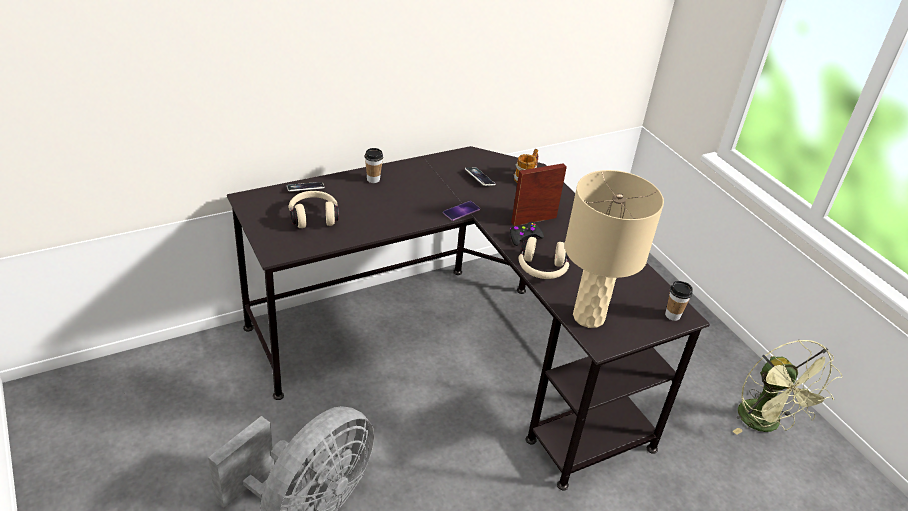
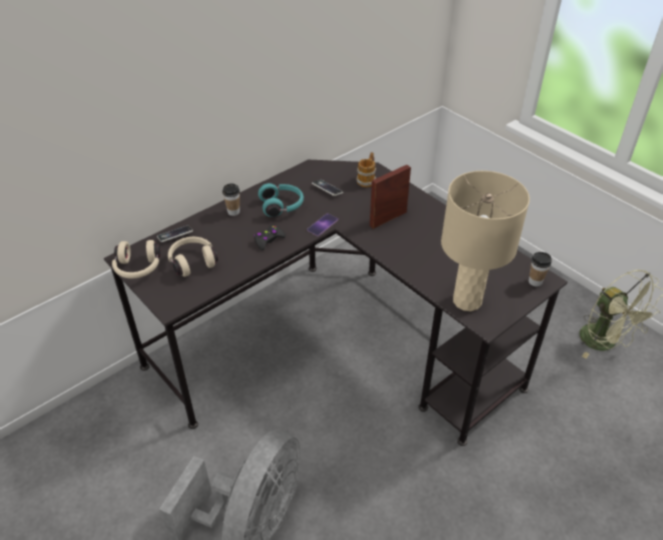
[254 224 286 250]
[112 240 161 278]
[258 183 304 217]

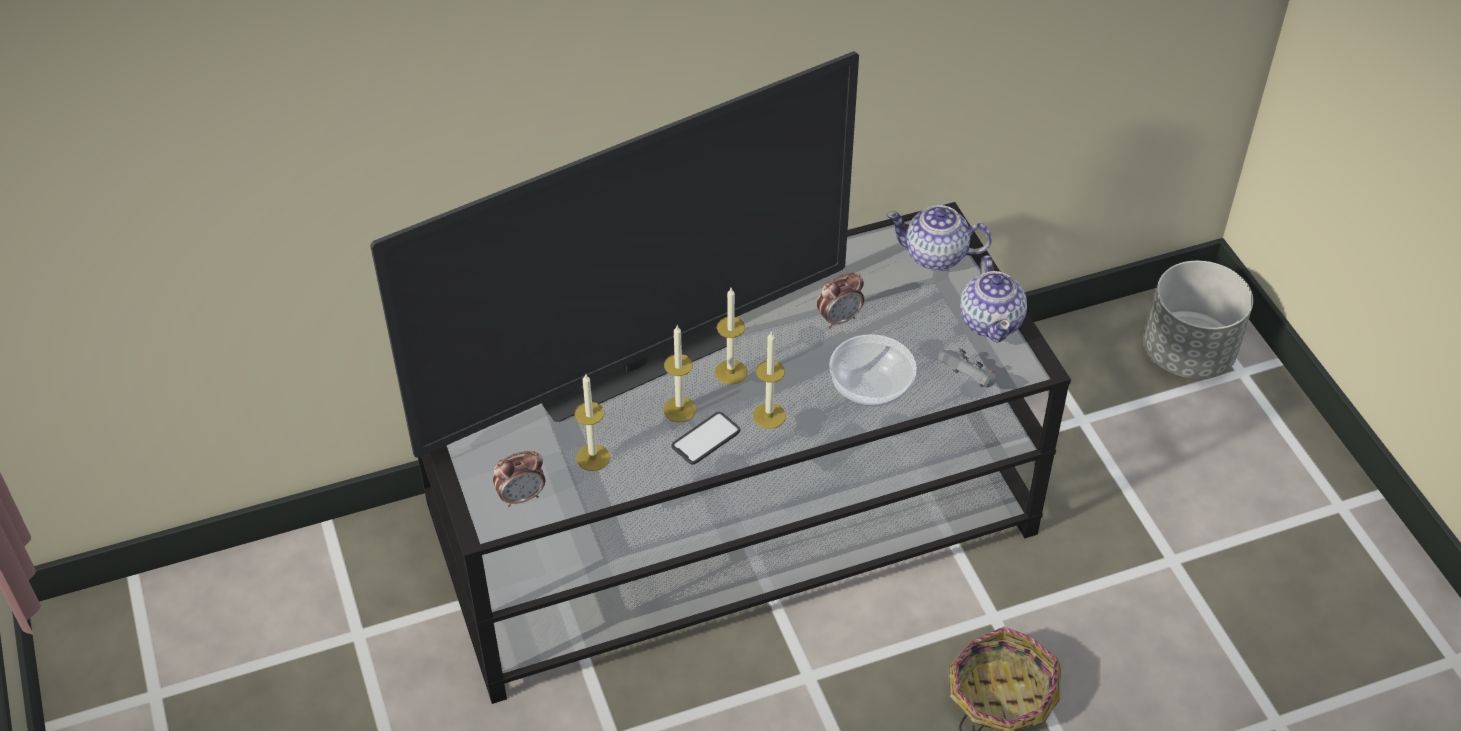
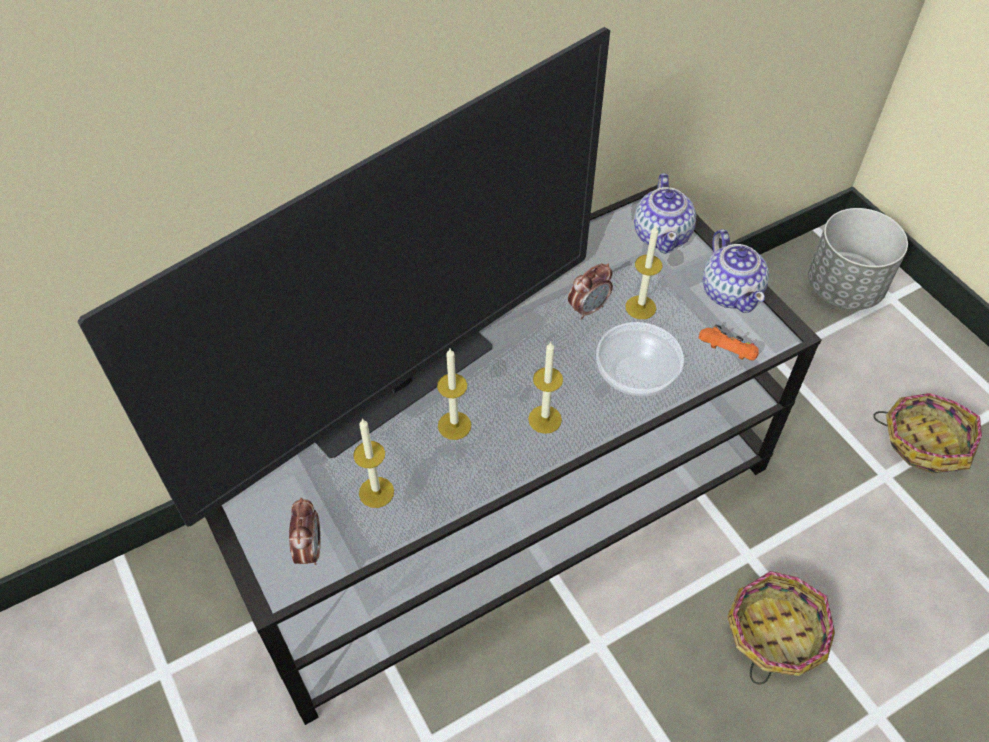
[634 173 696 254]
[625 226 663 319]
[699 325 759 361]
[671 412 741 464] (first image)
[289 498 321 565]
[873 393 982 473]

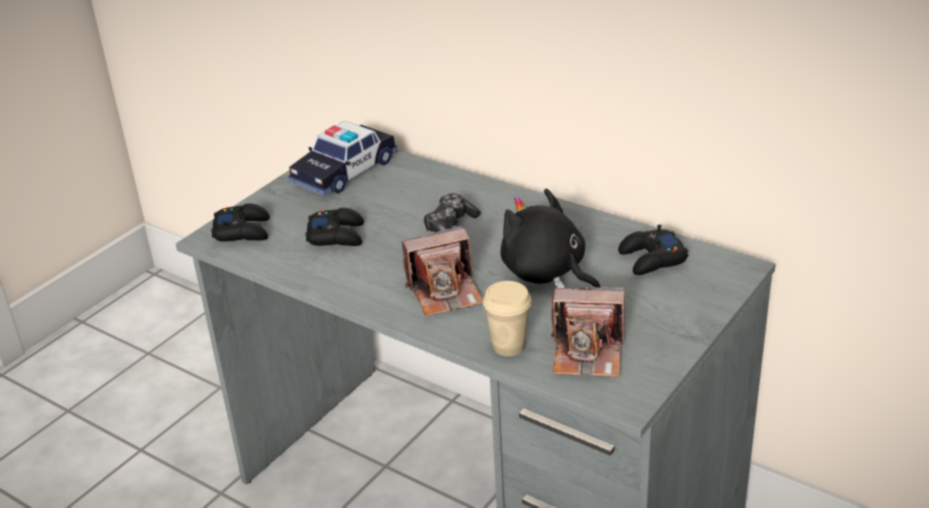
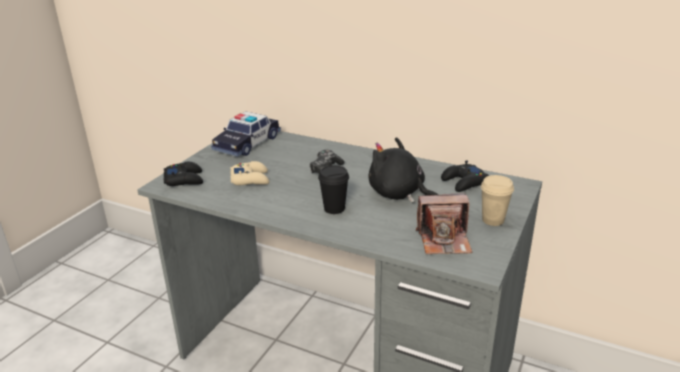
[230 161 269 185]
[318 165 349 214]
[481 175 514 226]

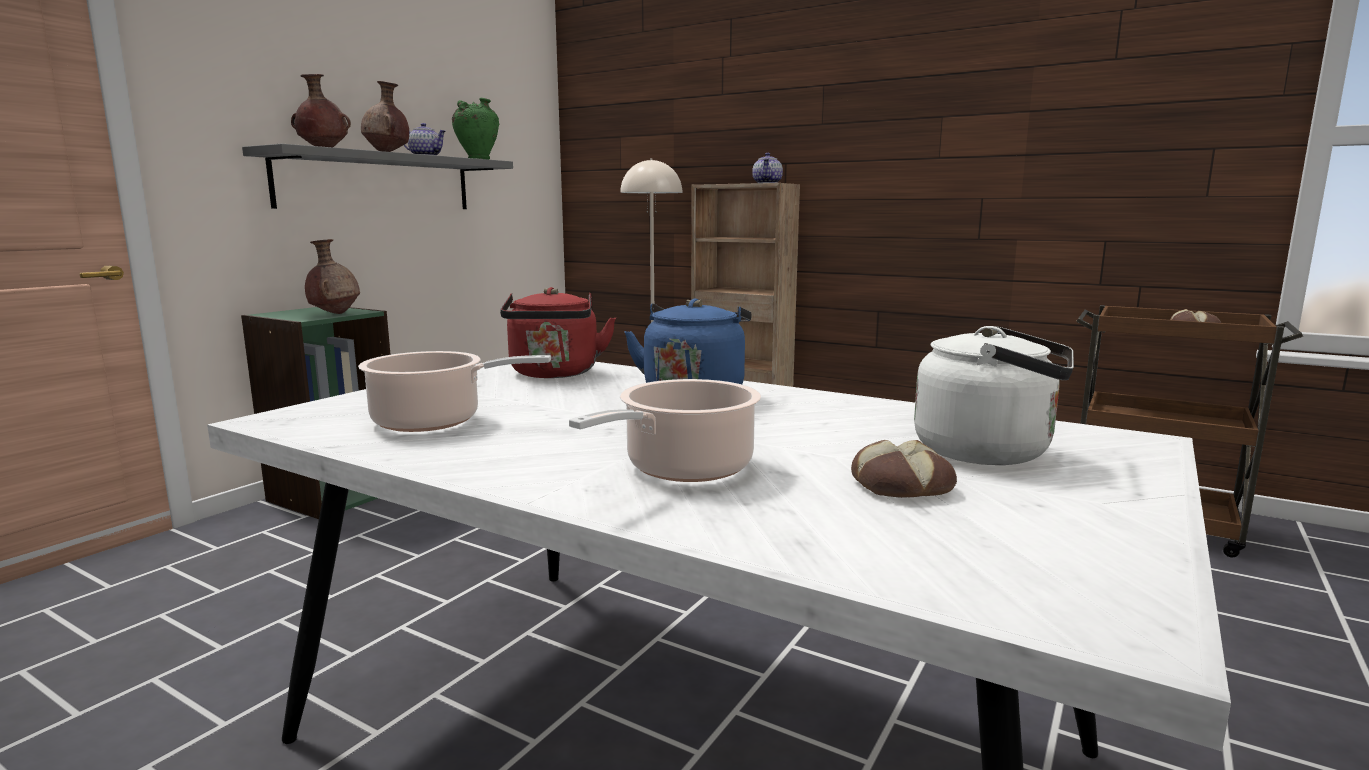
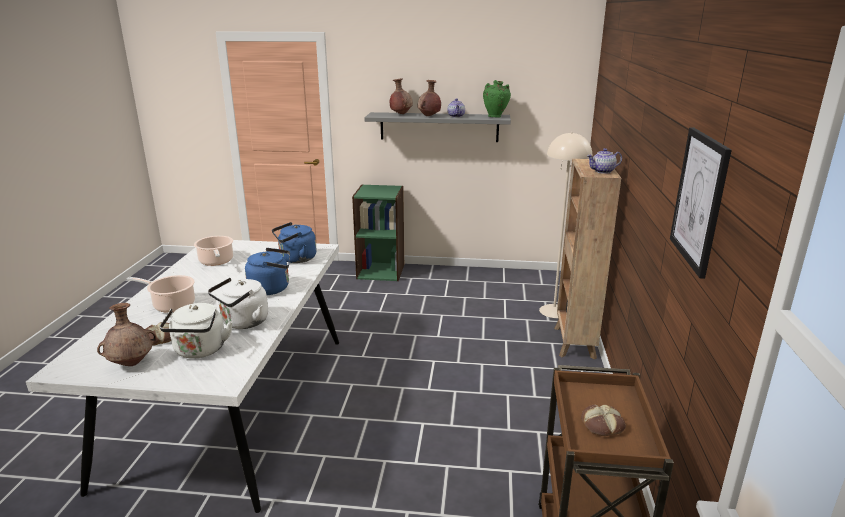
[97 303 156 366]
[272 222 317 263]
[670 127 732 279]
[208 278 268 329]

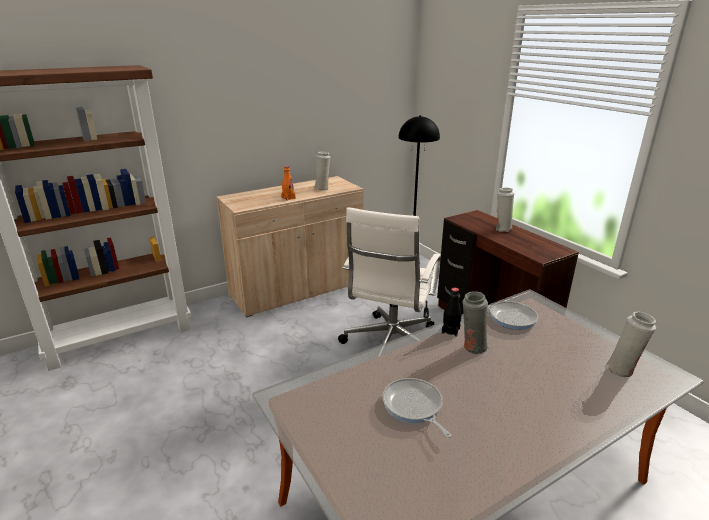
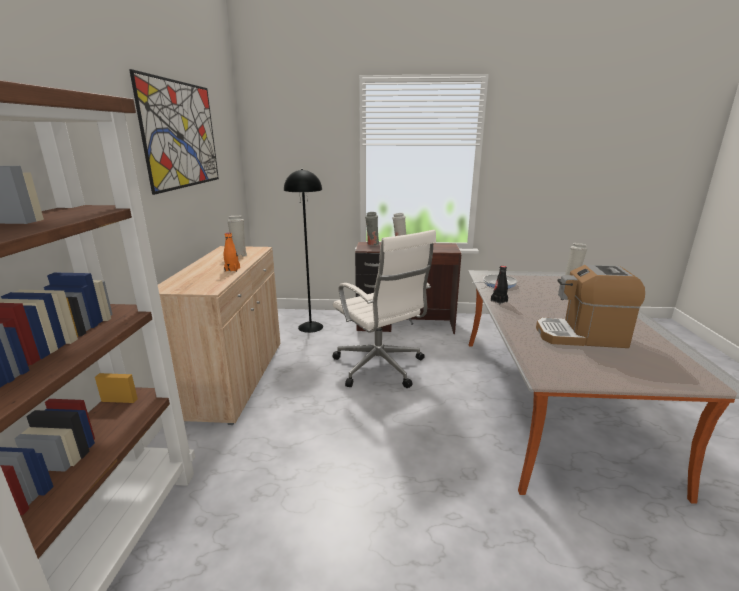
[365 212 380 245]
[536 265 645 348]
[129 69 219 195]

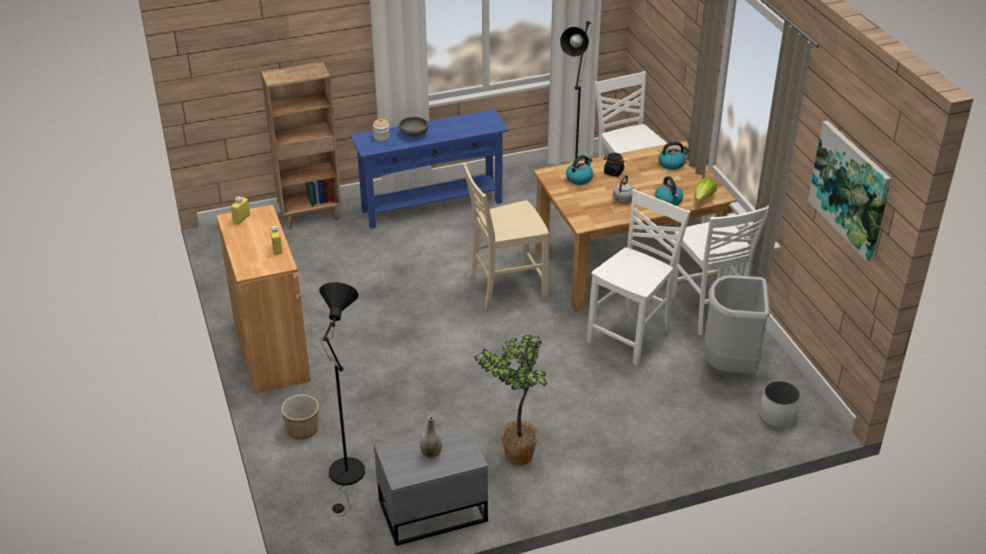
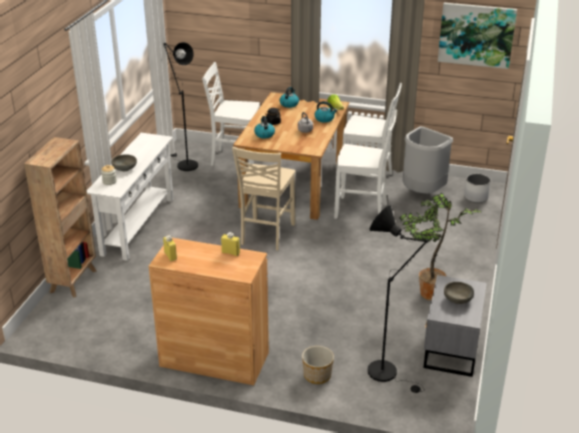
[87 133 174 261]
[334 109 397 219]
[444 282 474 304]

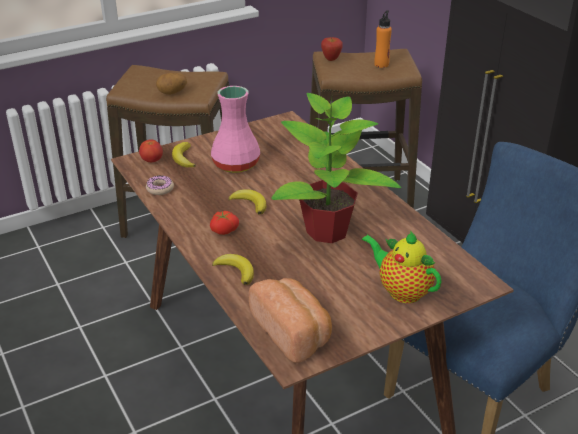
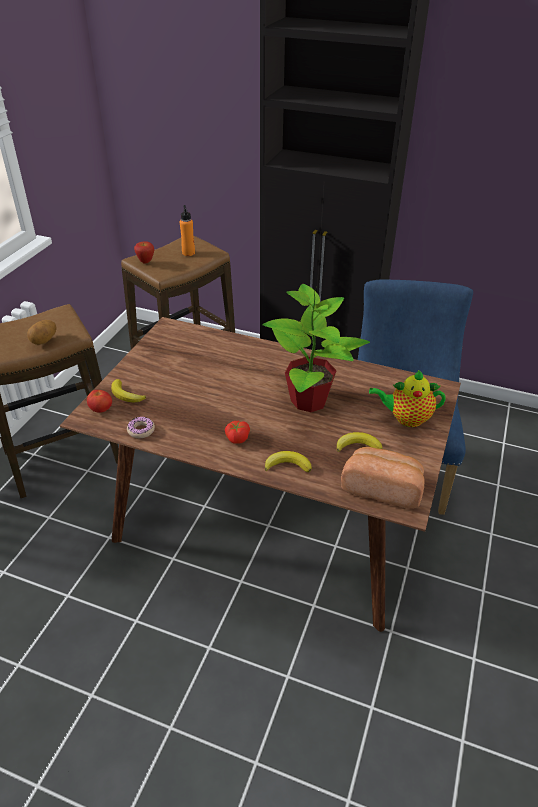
[211 86 260 173] (first image)
[337 432 382 452]

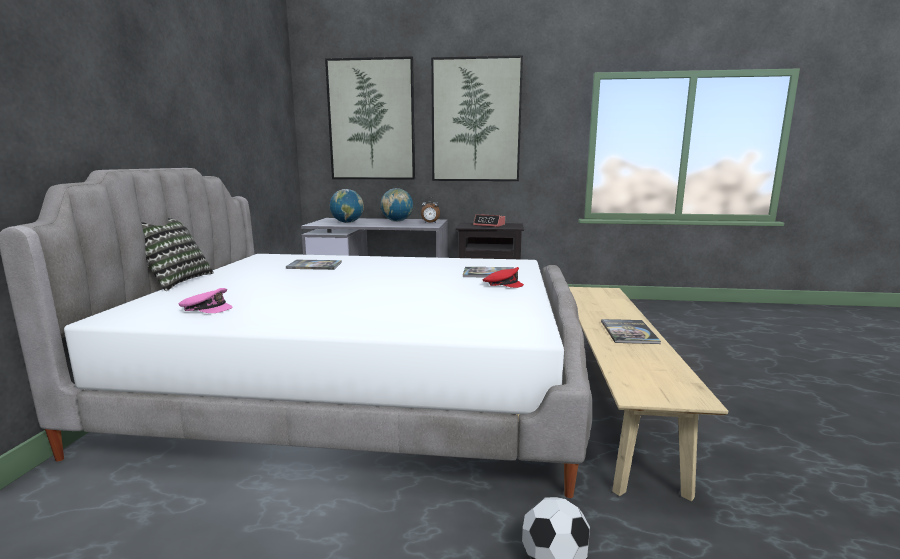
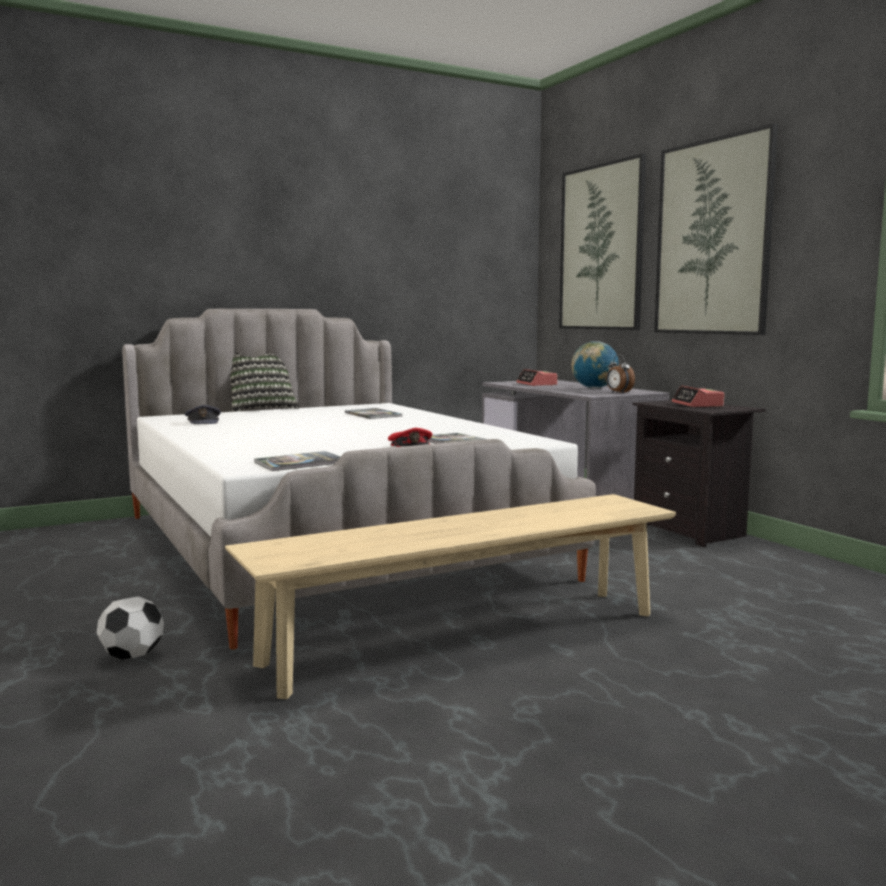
[516 369 557 386]
[185 405 221 424]
[254 451 340 471]

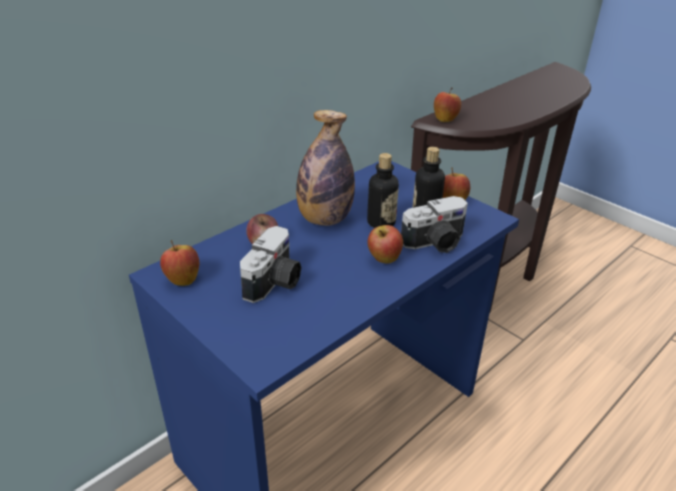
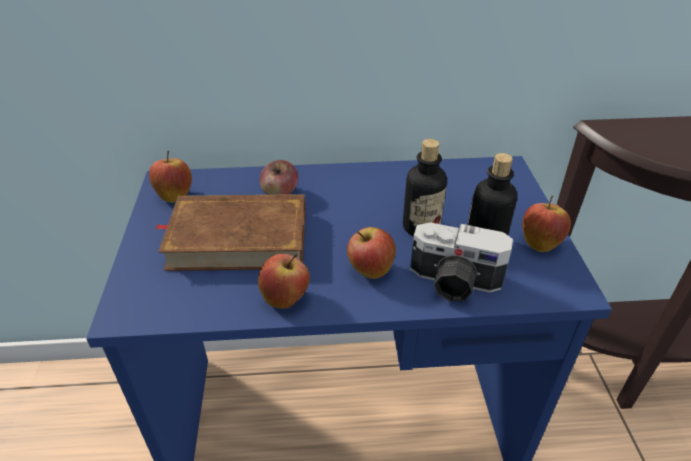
[258 254 310 309]
[296 110 355 226] (first image)
[155 194 306 271]

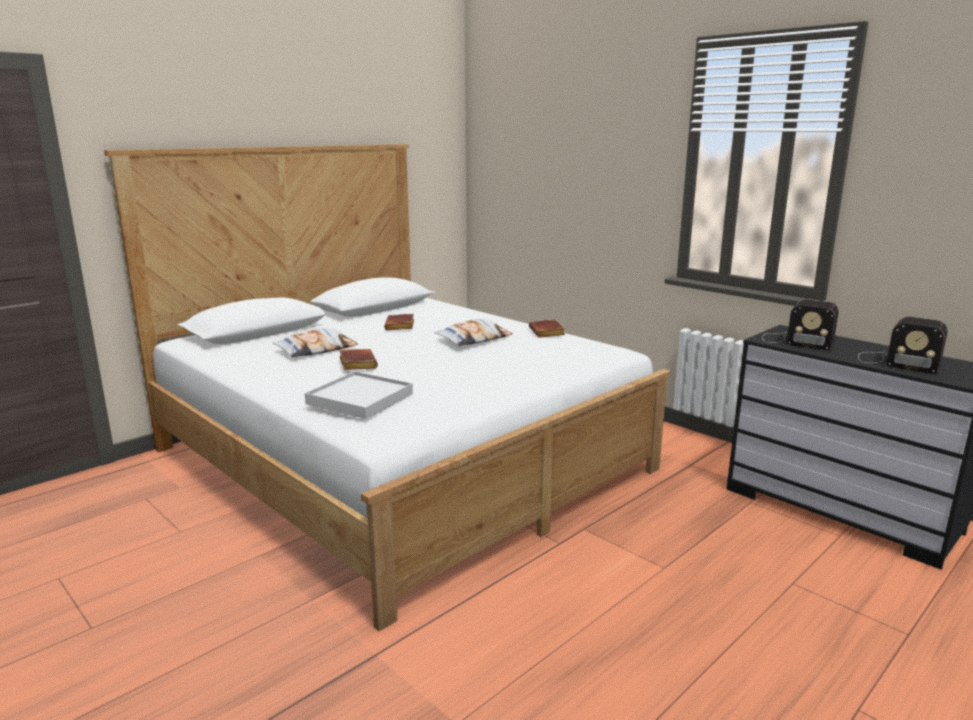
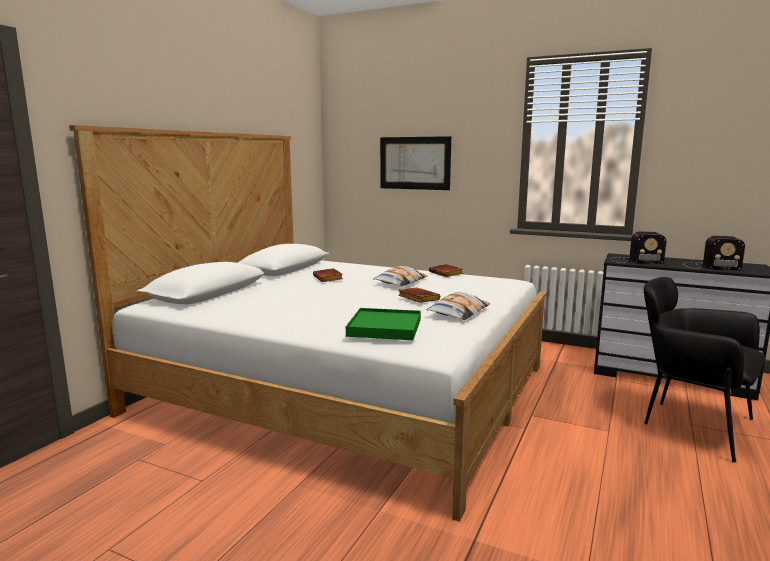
[427 292 490 320]
[398 287 440 303]
[346 308 421 340]
[380 136 451 190]
[644 277 765 463]

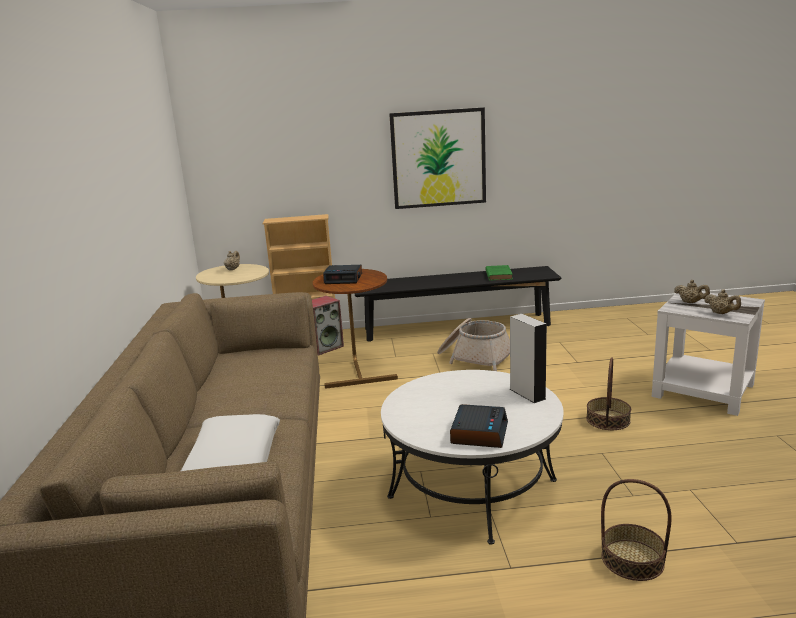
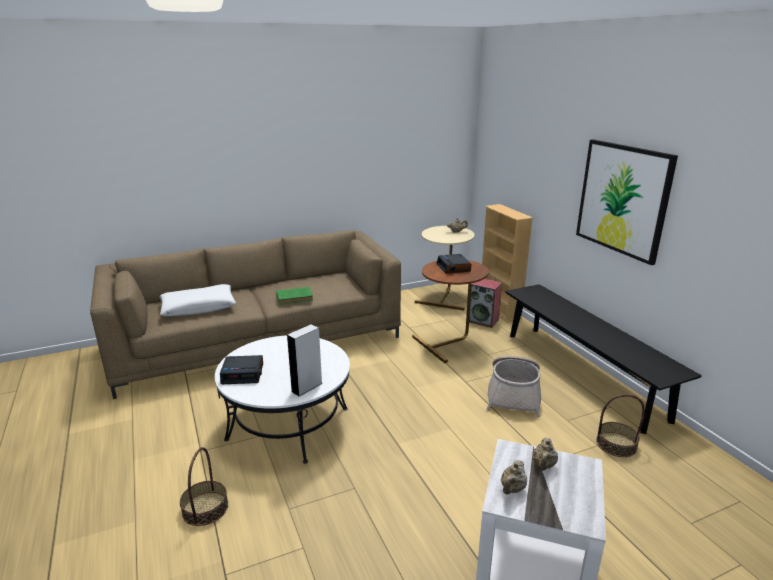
[276 287 313 305]
[596 394 645 457]

